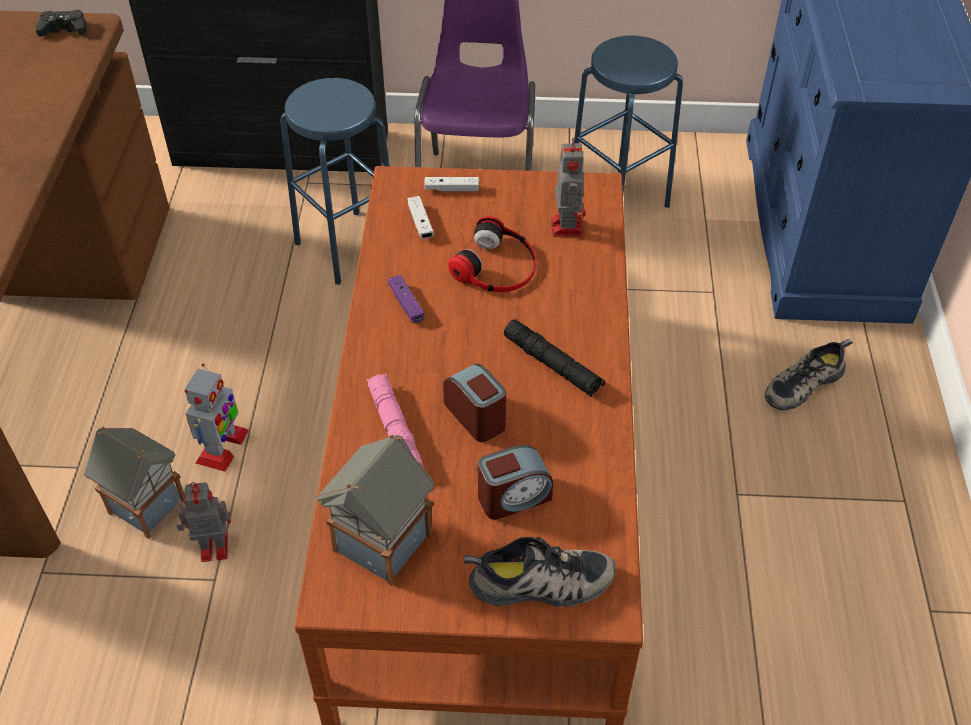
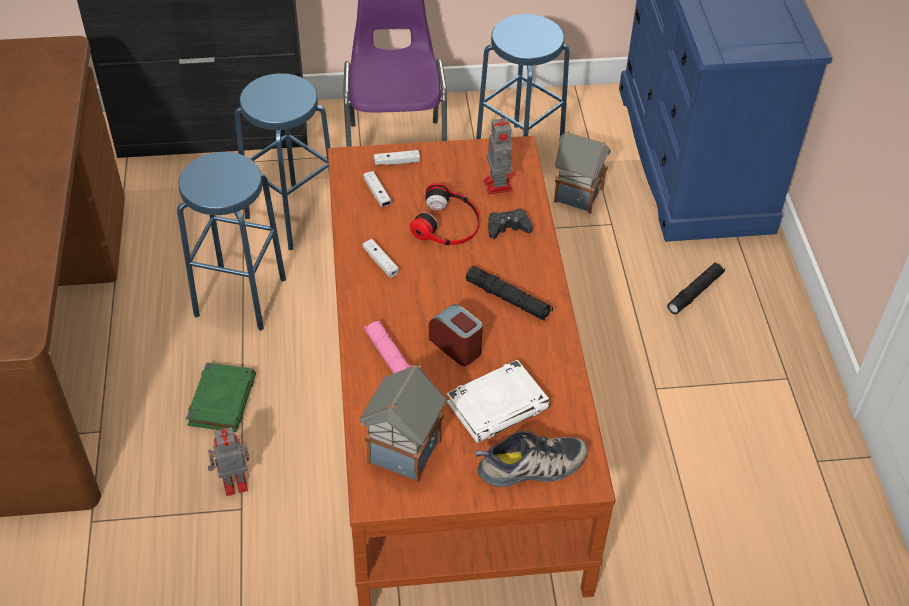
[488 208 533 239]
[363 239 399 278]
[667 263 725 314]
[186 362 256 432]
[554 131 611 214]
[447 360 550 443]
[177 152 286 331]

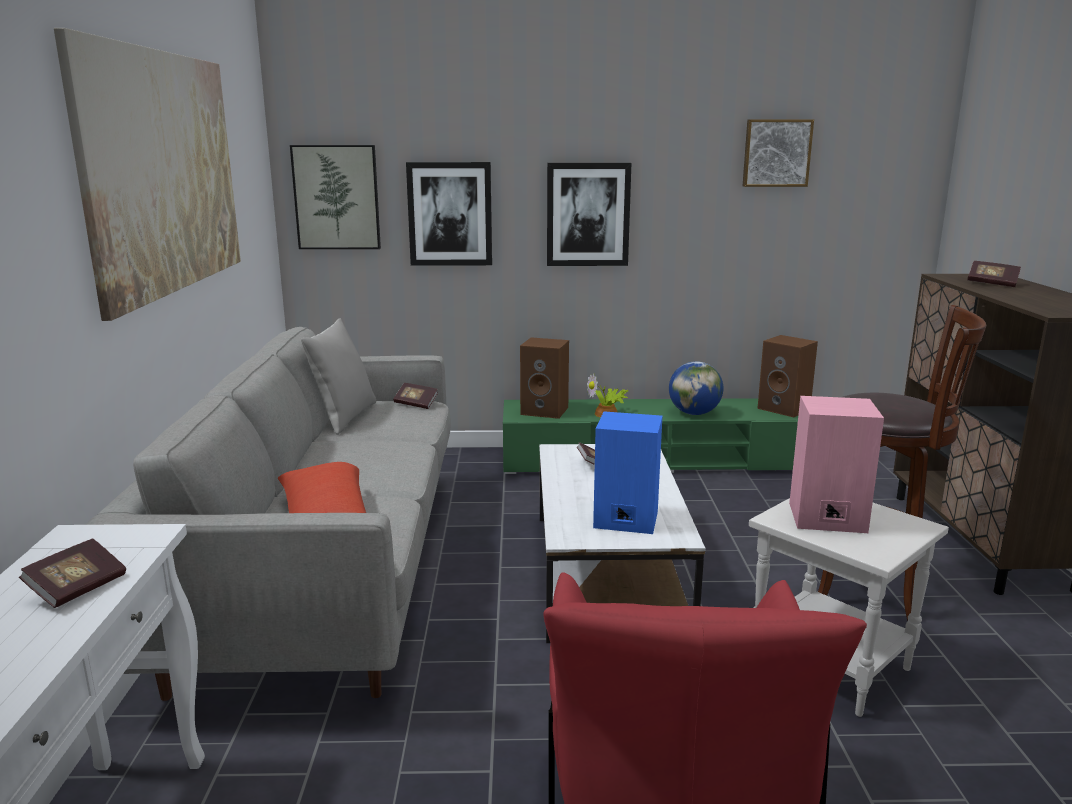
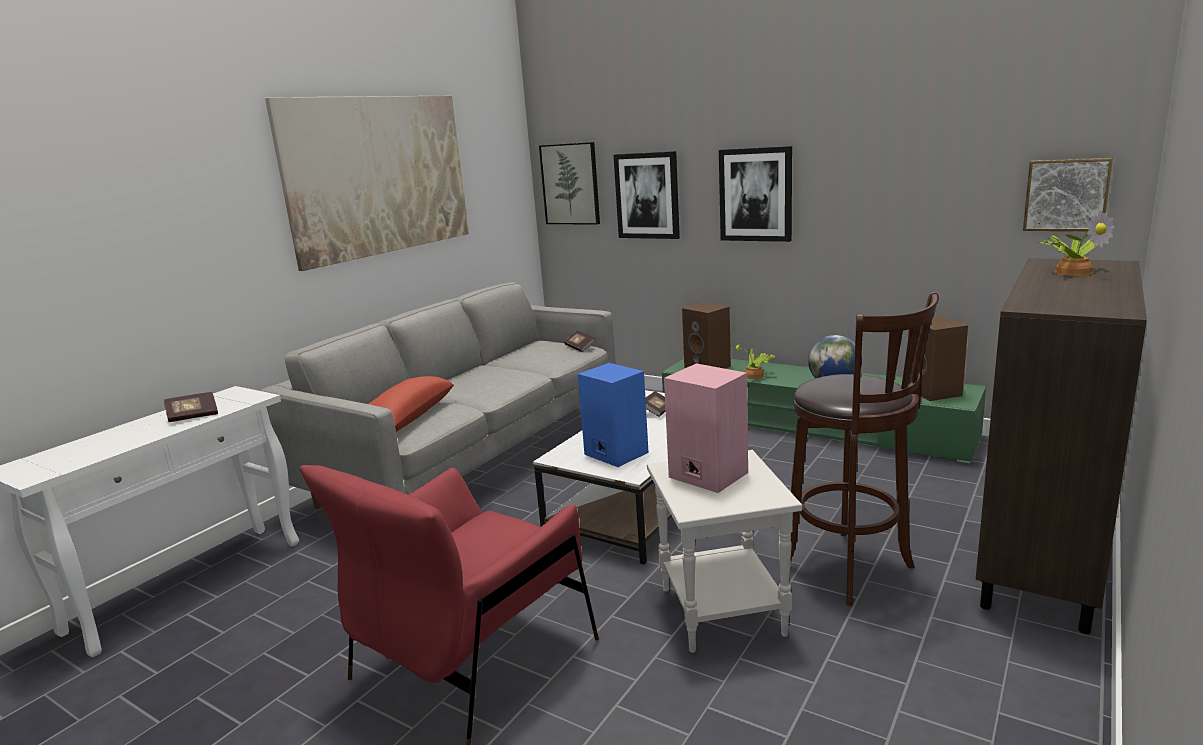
[1023 158 1113 231]
[1037 210 1115 276]
[301 318 376 435] (first image)

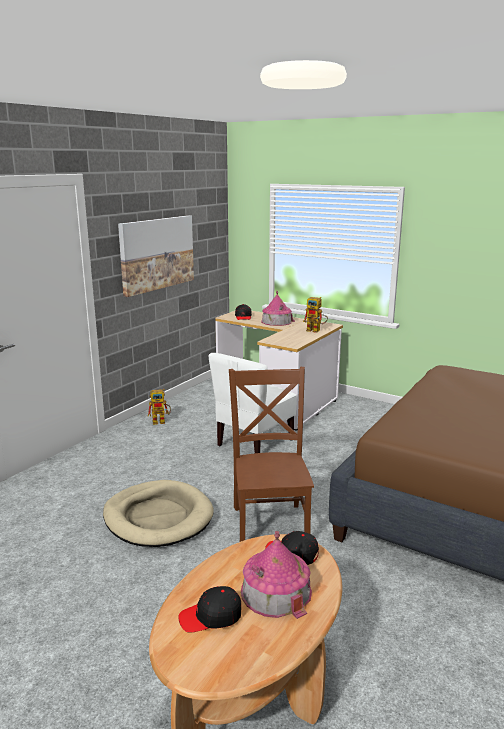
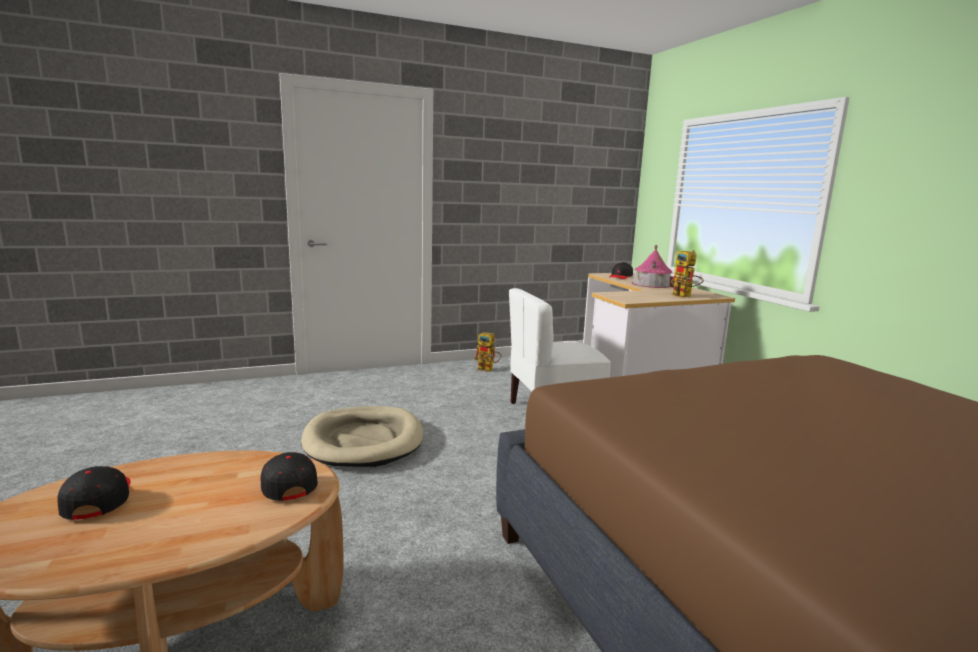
[118 215 194 297] (first image)
[229 367 314 542] (first image)
[241 531 312 619] (first image)
[57 466 131 520]

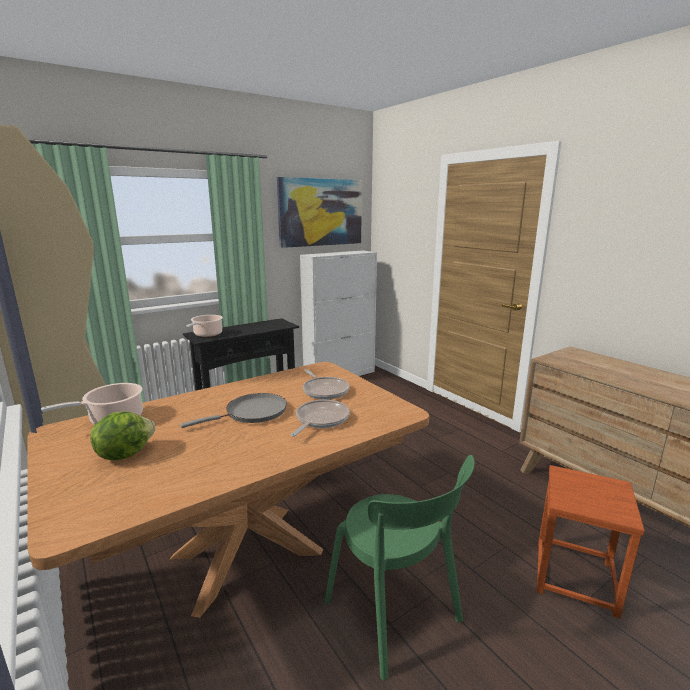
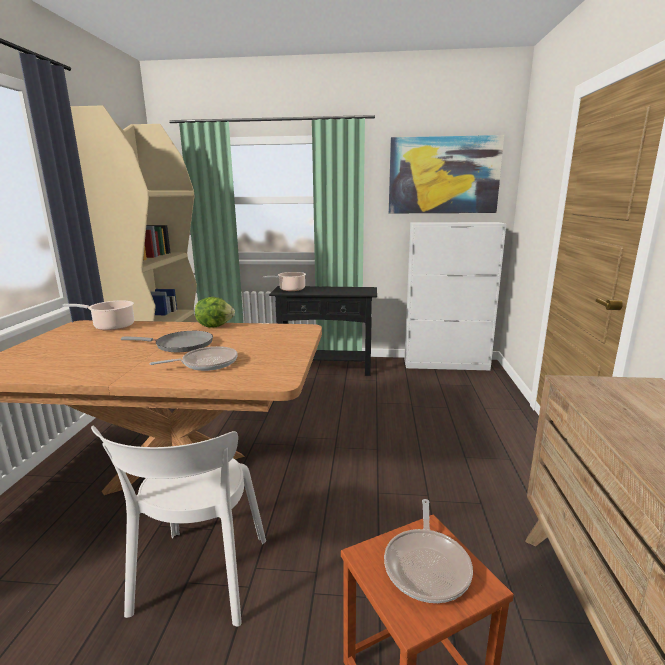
[384 499 473 603]
[195 297 235 328]
[91 426 266 627]

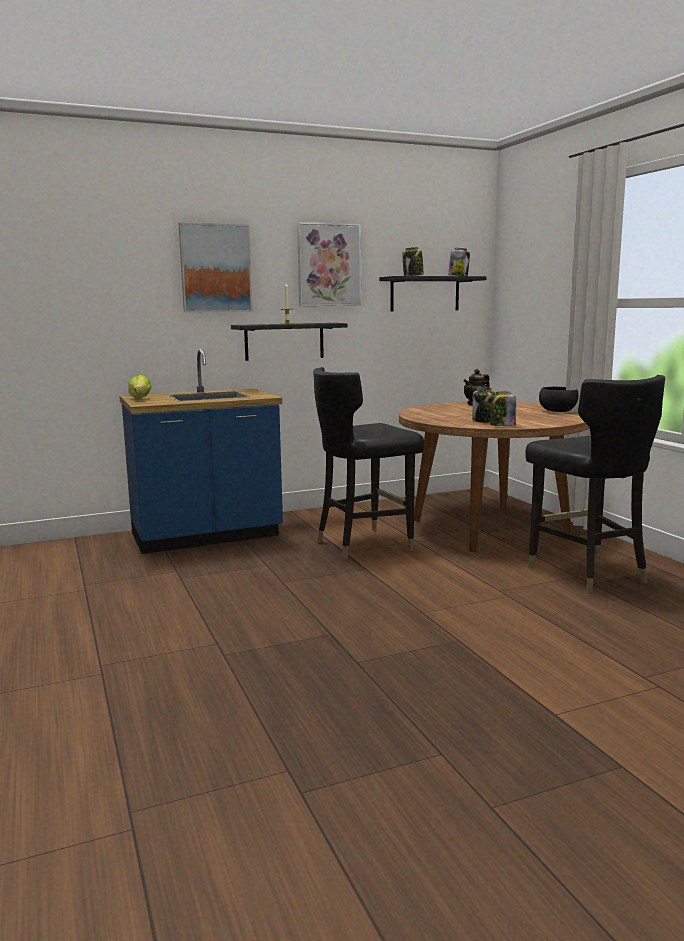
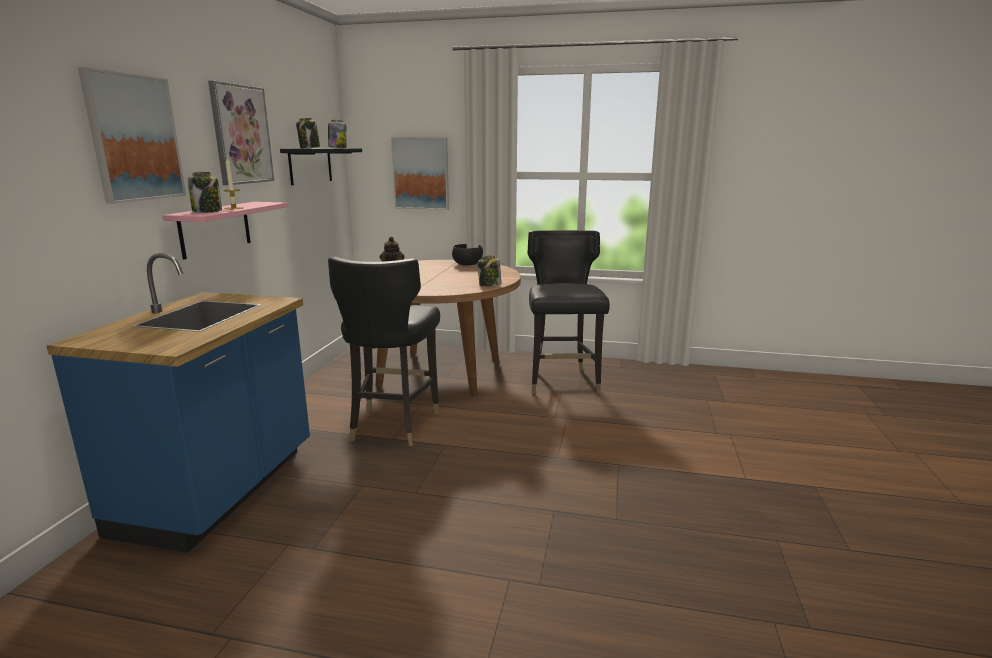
[162 202 288 260]
[128 374 151 398] (first image)
[527 230 610 394]
[188 172 222 213]
[391 137 449 210]

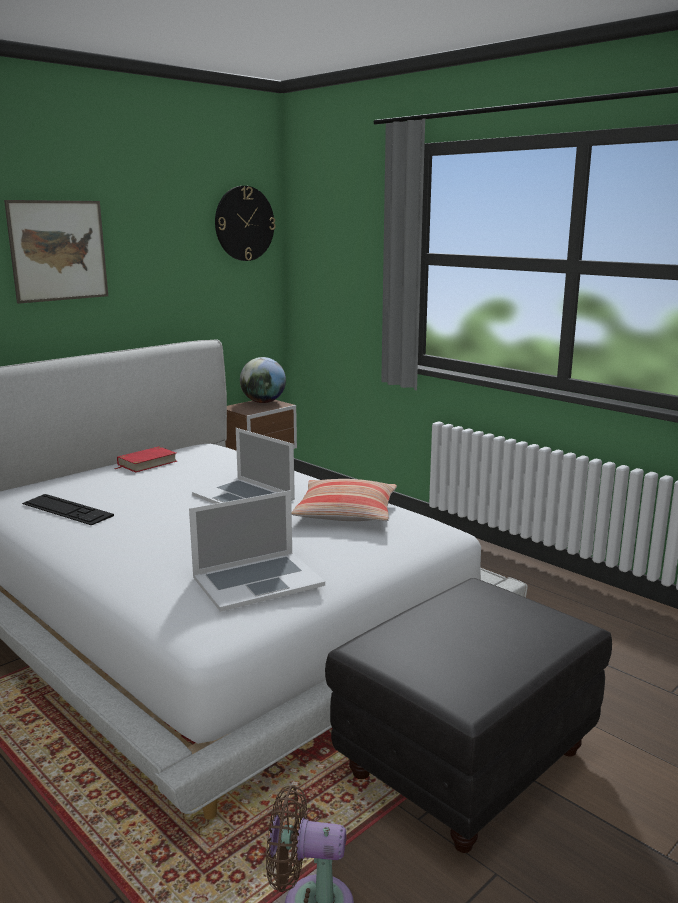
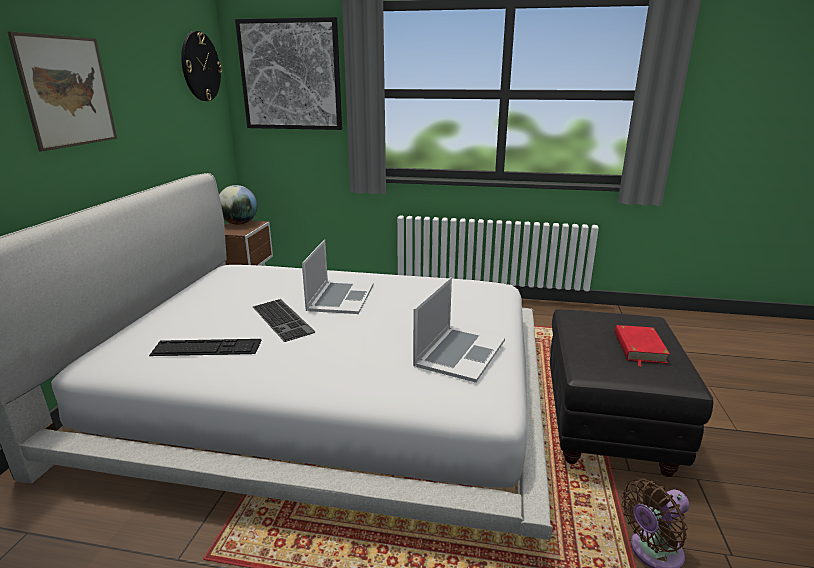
[302 240 374 314]
[615 325 670 367]
[292 479 397 521] (first image)
[235 17 342 130]
[253 299 315 342]

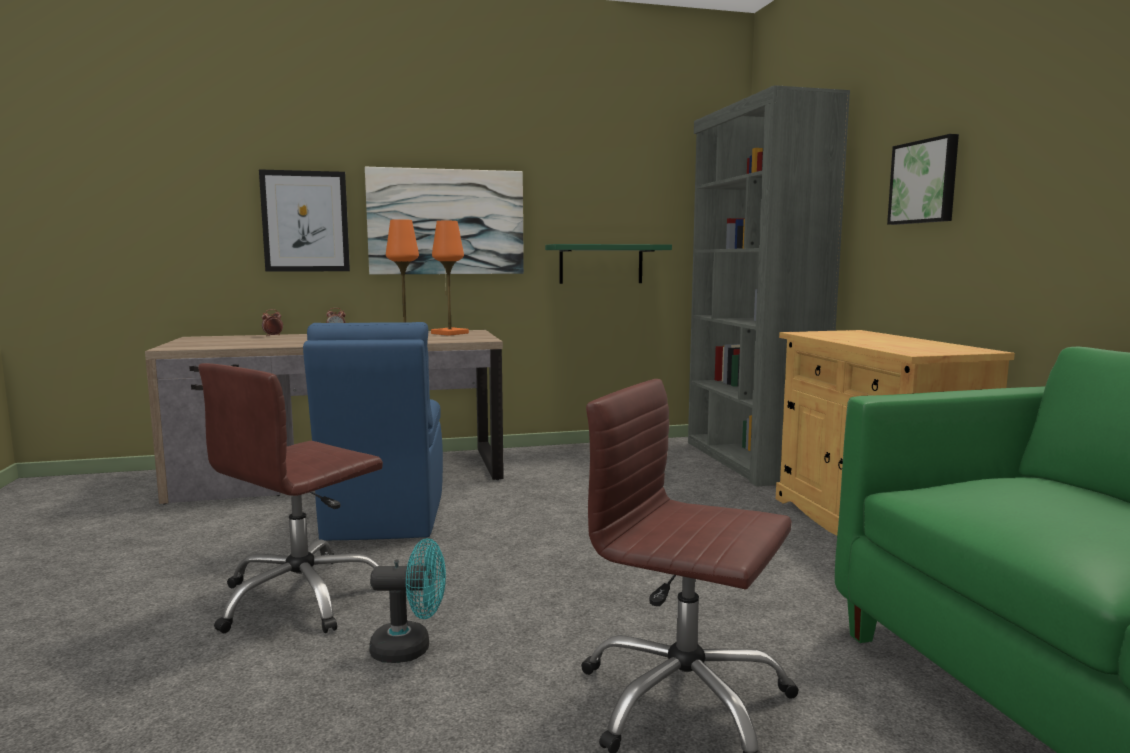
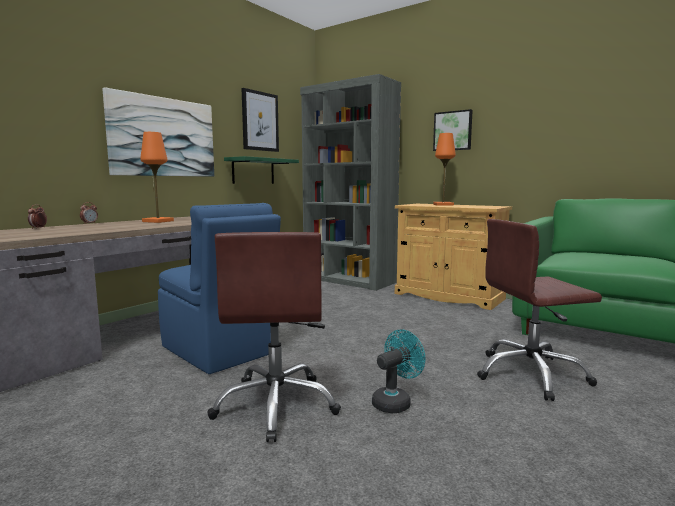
[242 88 279 152]
[433 133 456 206]

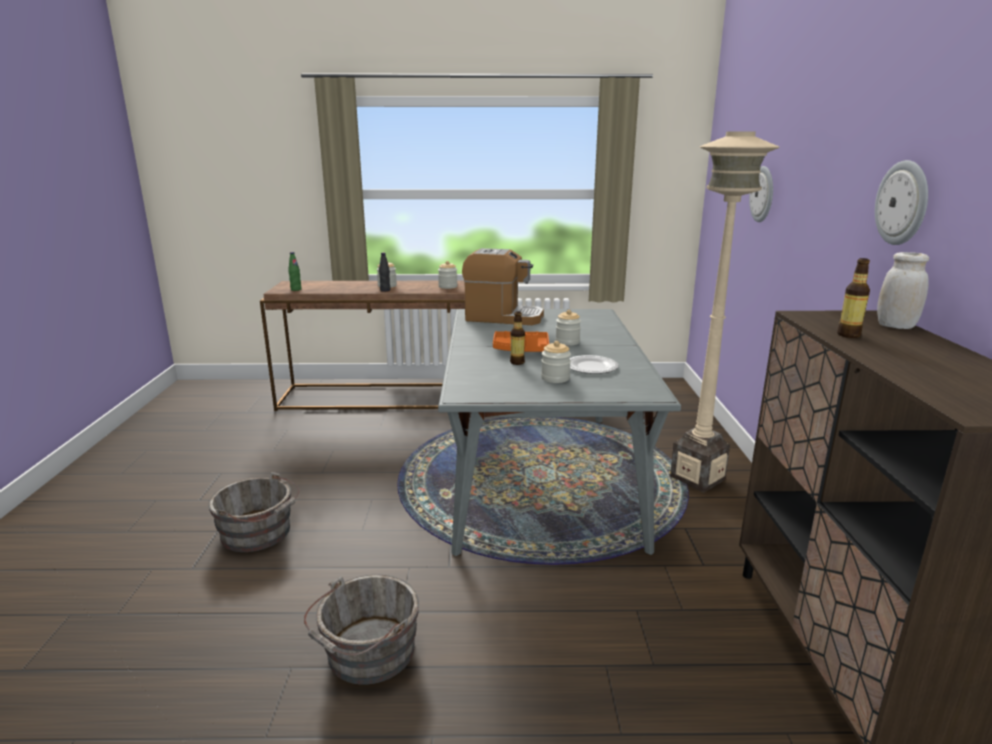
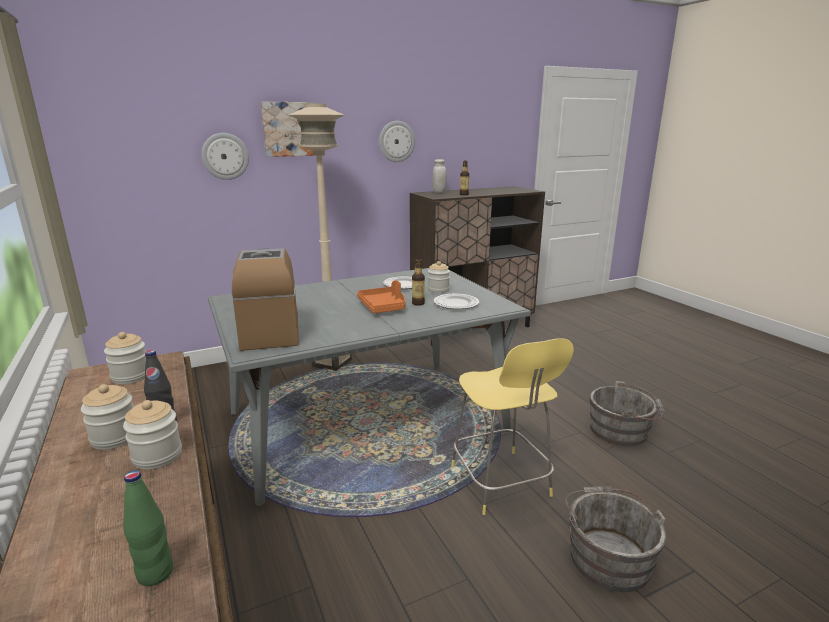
[123 400 182 470]
[261 101 314 157]
[433 294 479 309]
[451 338 574 515]

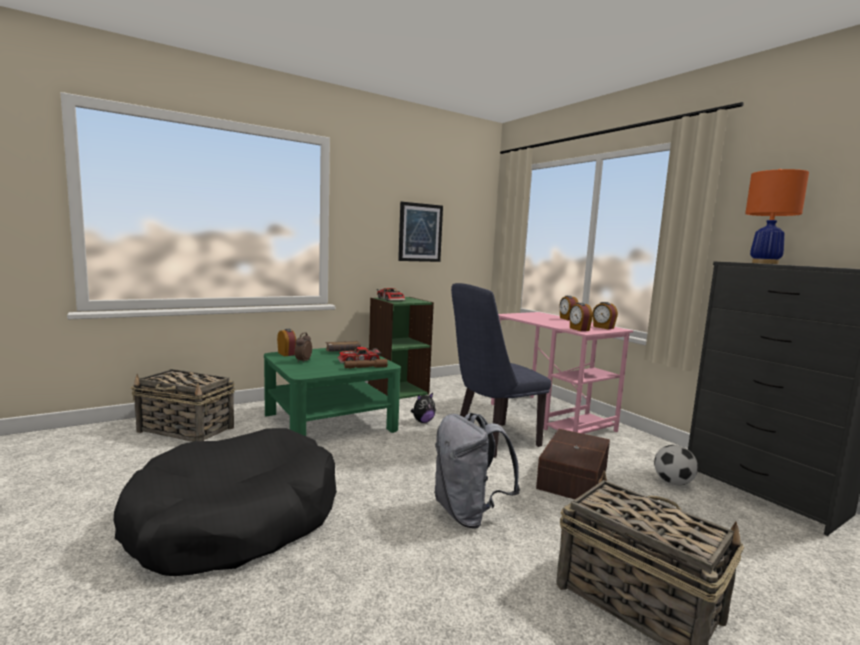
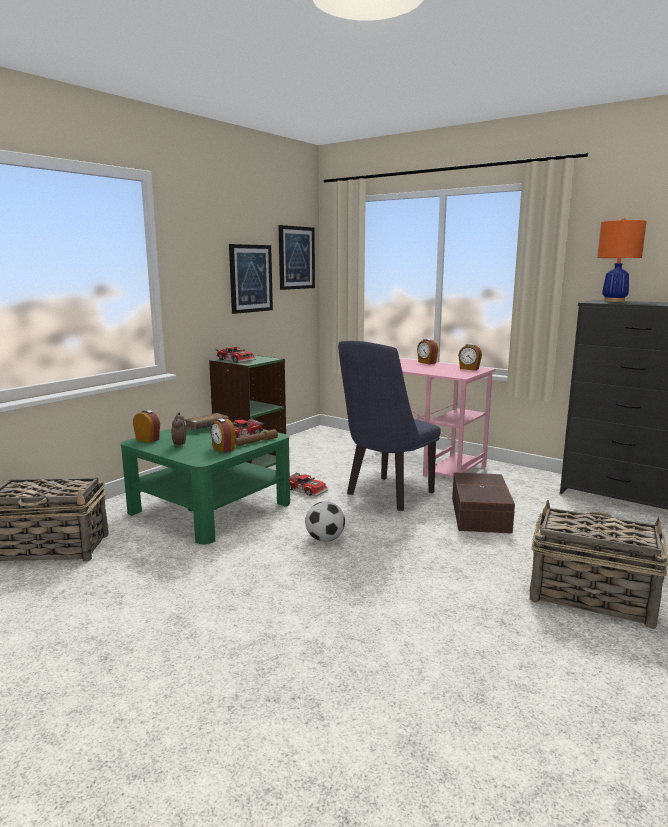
[210 418 235 453]
[290 472 329 497]
[434 413 520 528] (first image)
[113 428 337 576] (first image)
[305 501 345 542]
[278 225 315 290]

